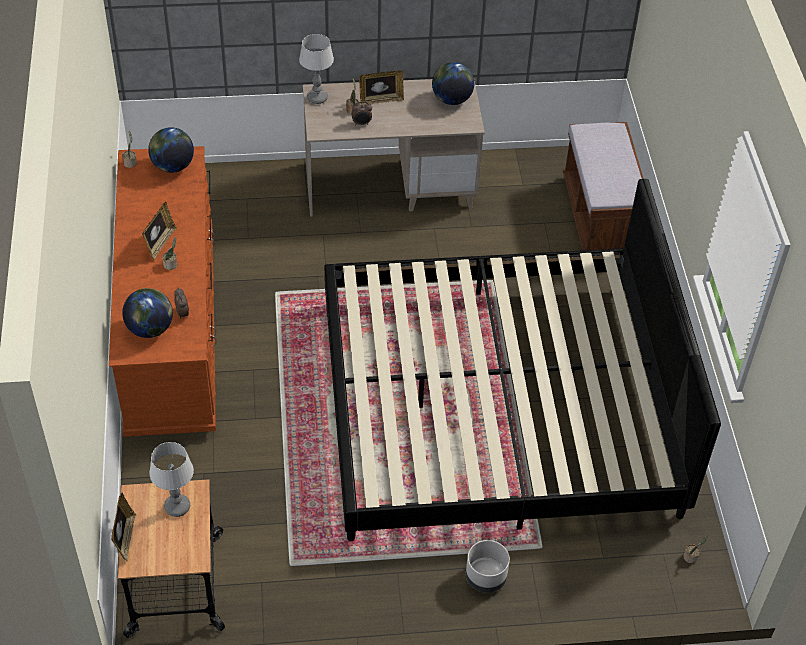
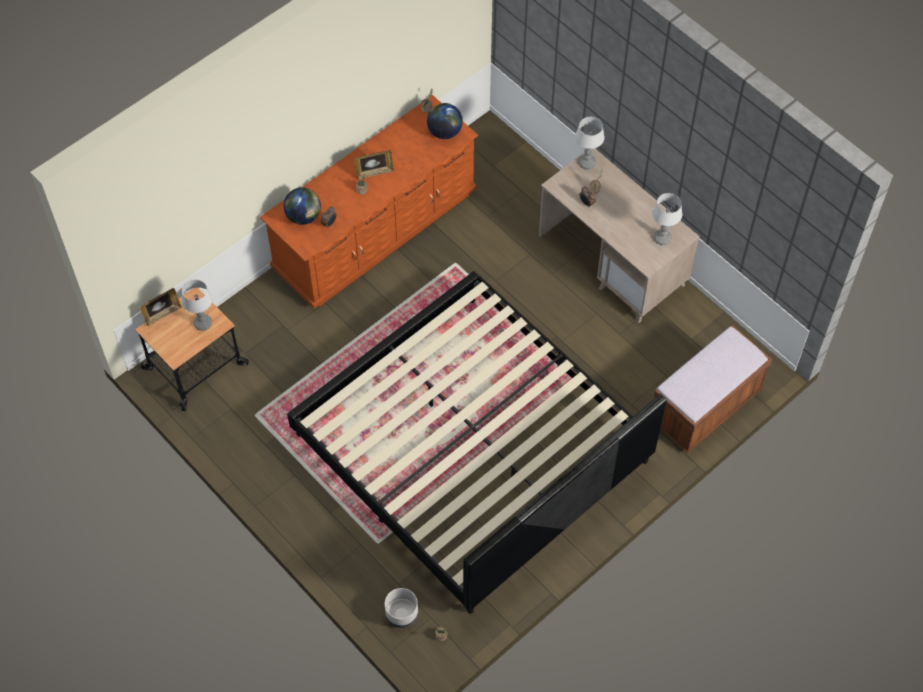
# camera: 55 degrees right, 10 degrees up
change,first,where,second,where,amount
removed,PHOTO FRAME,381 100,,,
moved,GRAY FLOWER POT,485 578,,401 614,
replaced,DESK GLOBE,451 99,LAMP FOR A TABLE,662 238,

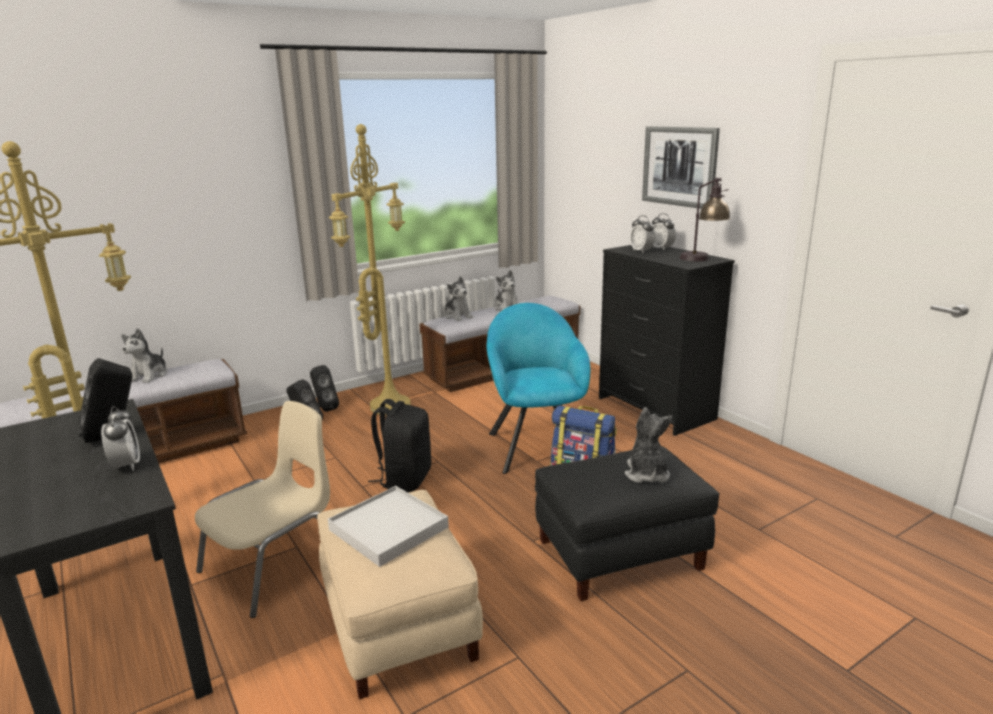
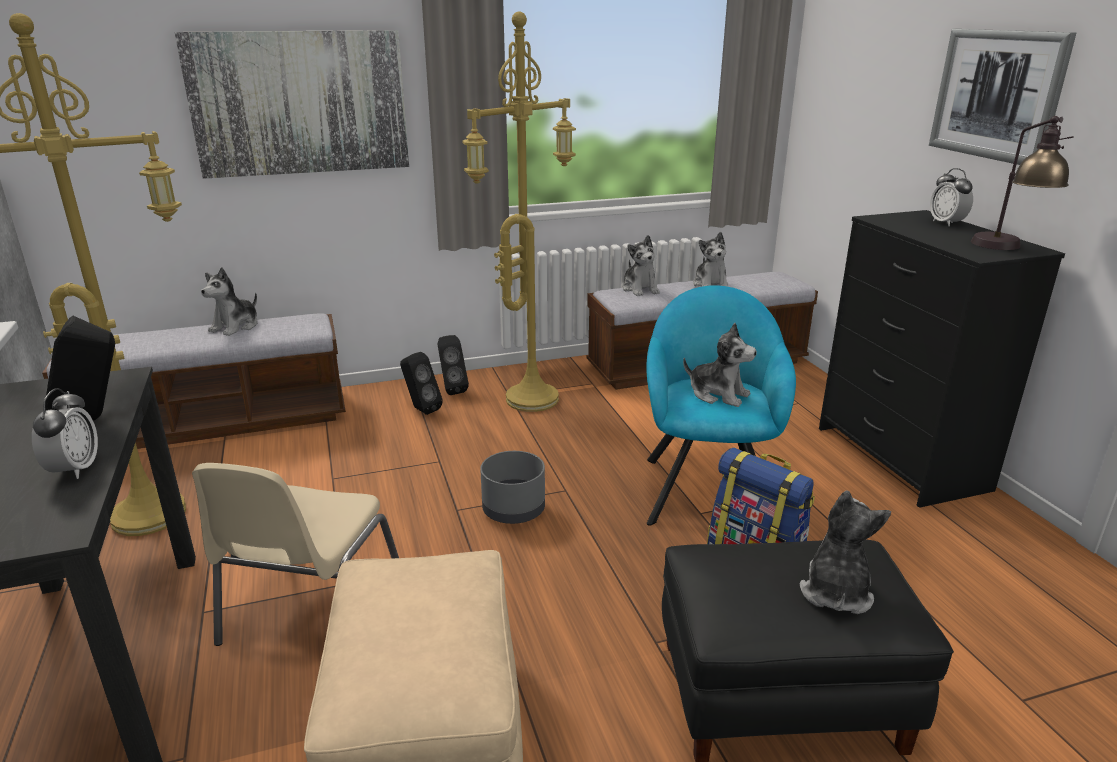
# camera: 15 degrees right, 5 degrees up
change,first,where,second,where,amount
removed,WHITE SERVING TRAY,388 528,,,
removed,TABLE CLOCK,641 251,,,
added,,,WALL PICTURE,300 103,
added,,,SOFT TOY,718 394,
replaced,BLACK RUCKSACK,404 479,GRAY FLOWER POT,513 510,
turned,SAND-COLOURED CHAIR,275 565,,309 606,135 degrees clockwise

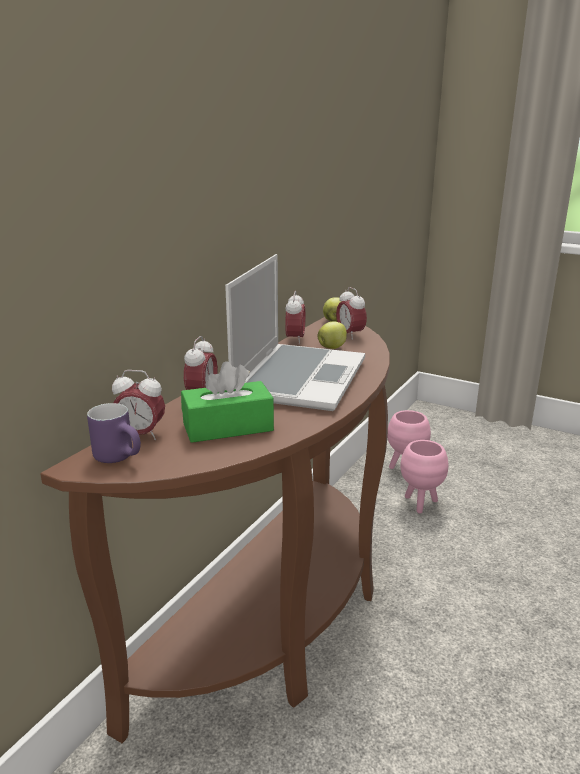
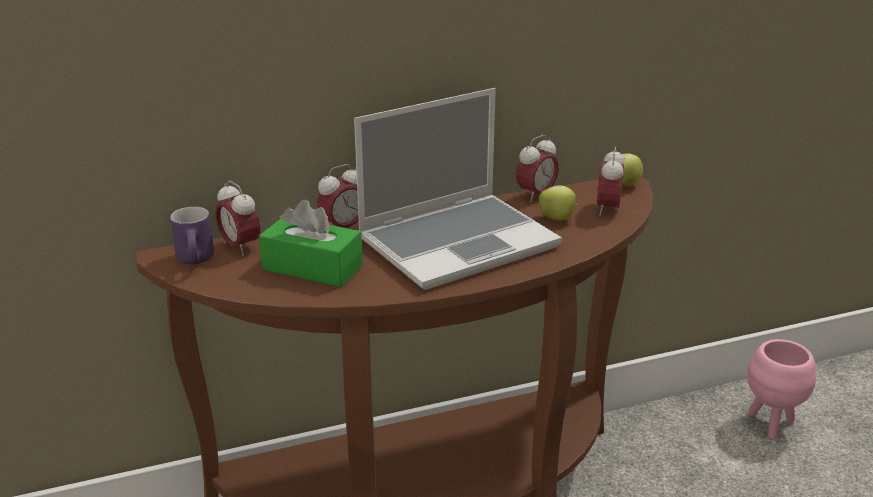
# camera: 40 degrees right, 5 degrees up
change,first,where,second,where,amount
removed,PINKISH FLOWER POT,420 503,,,

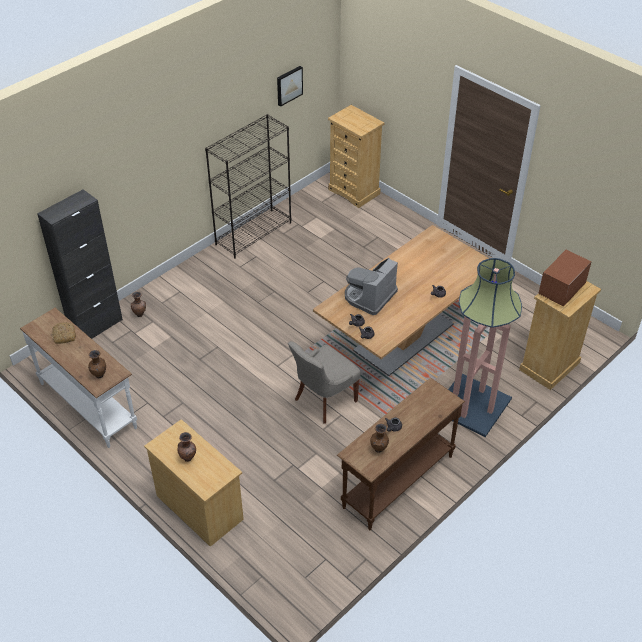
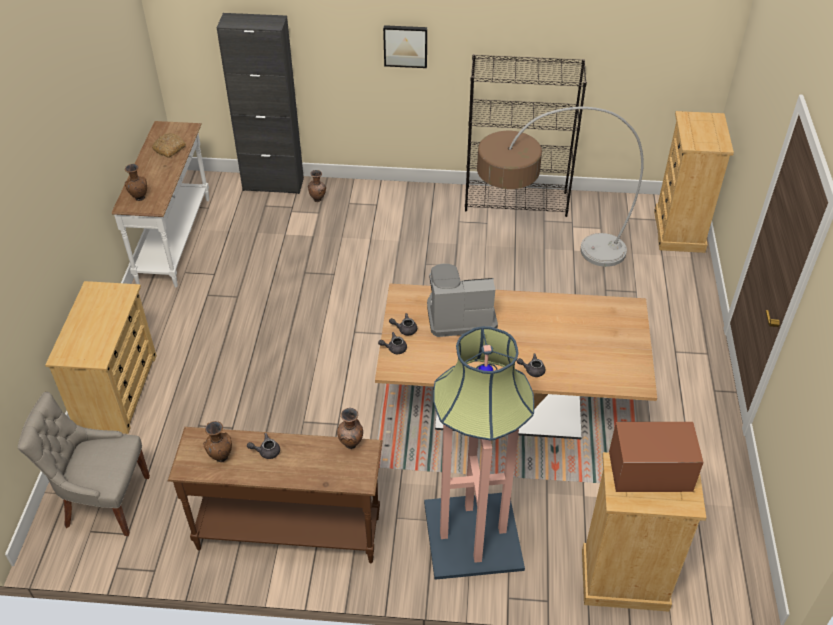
# camera: 50 degrees right, 0 degrees up
change,first,where,second,where,amount
added,,,STANDARD LAMP,543 260,
moved,BROWN FLOWER VASE,188 458,,351 445,
moved,WALL PICTURE,289 85,,405 45,
moved,GRAY CHAIR,324 400,,105 502,

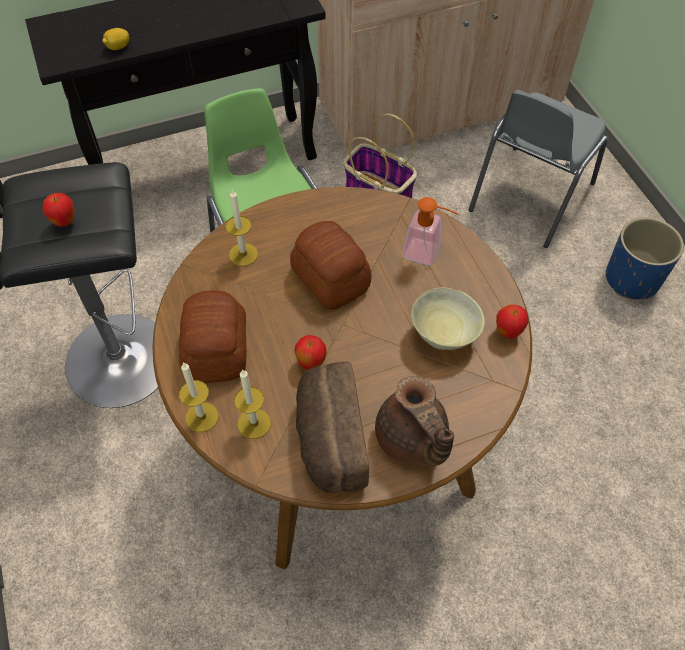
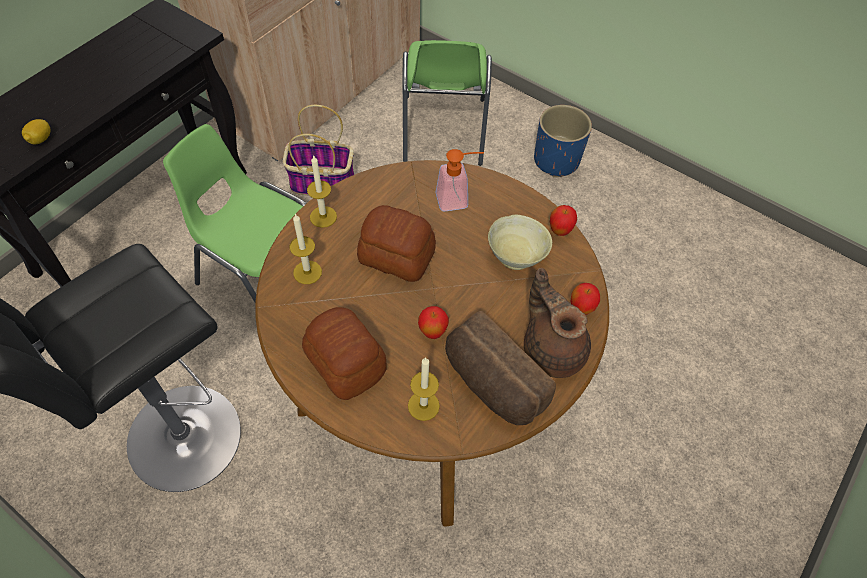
# camera: 35 degrees left, 0 degrees up
change,first,where,second,where,amount
moved,APPLE FRUIT,65 222,,581 309,
moved,WAX LIGHT,202 417,,323 216,
recoloured,GRAY CHAIR,529 197,GREENISH CHAIR,442 131,
turned,BROWN TEAPOT,412 440,,552 349,150 degrees counterclockwise

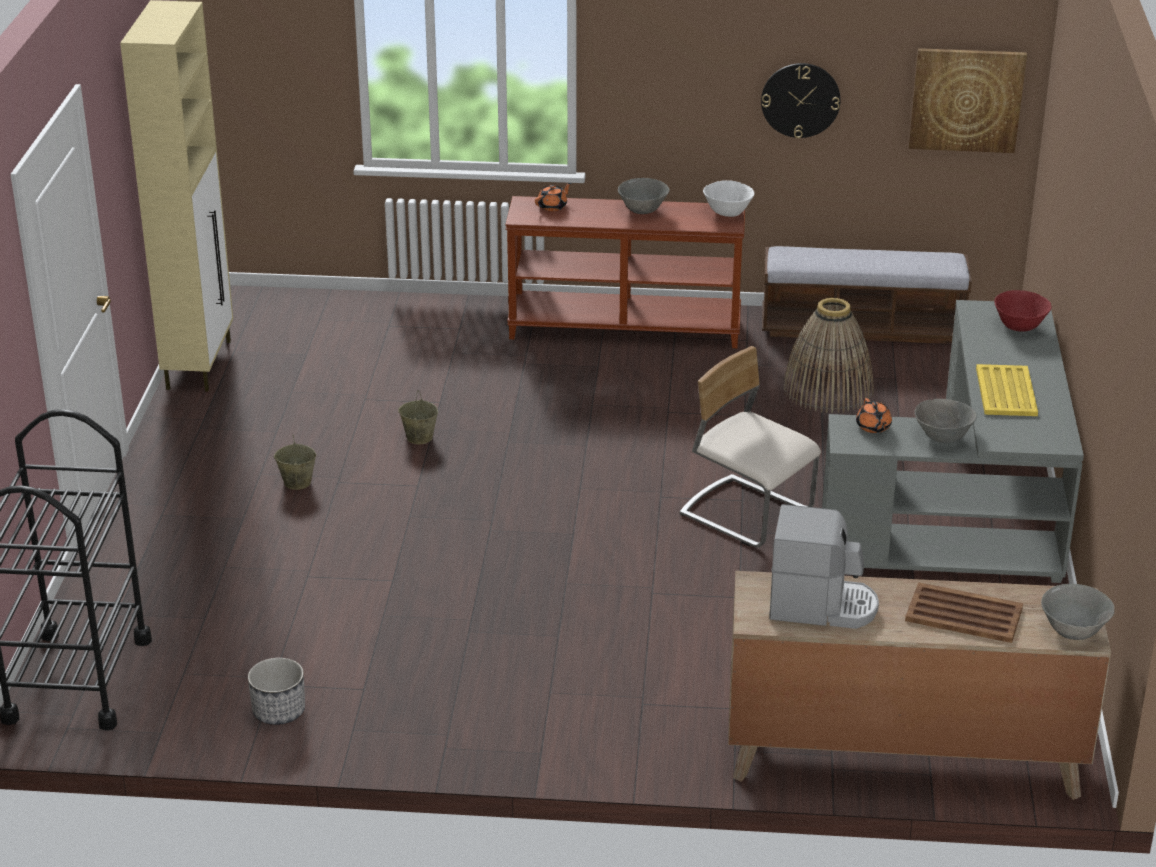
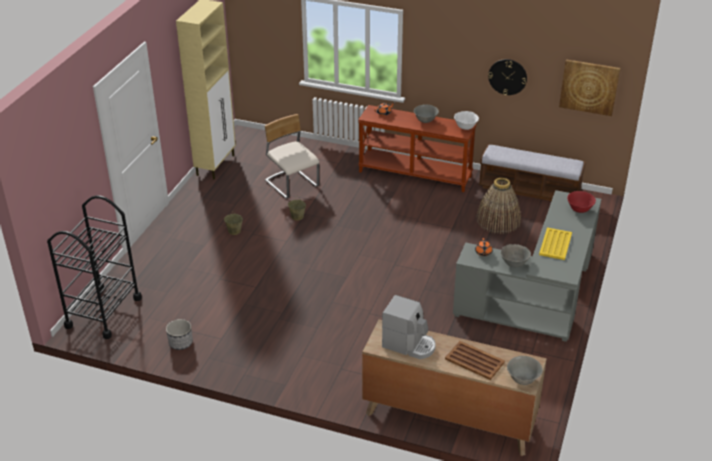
# camera: 15 degrees right, 5 degrees up
change,first,where,second,where,amount
moved,SAND-COLOURED CHAIR,747 513,,292 184,

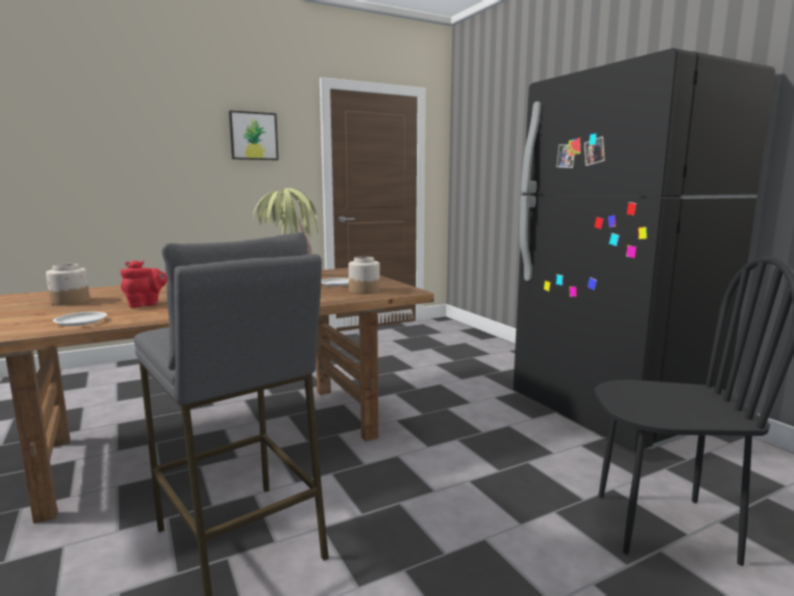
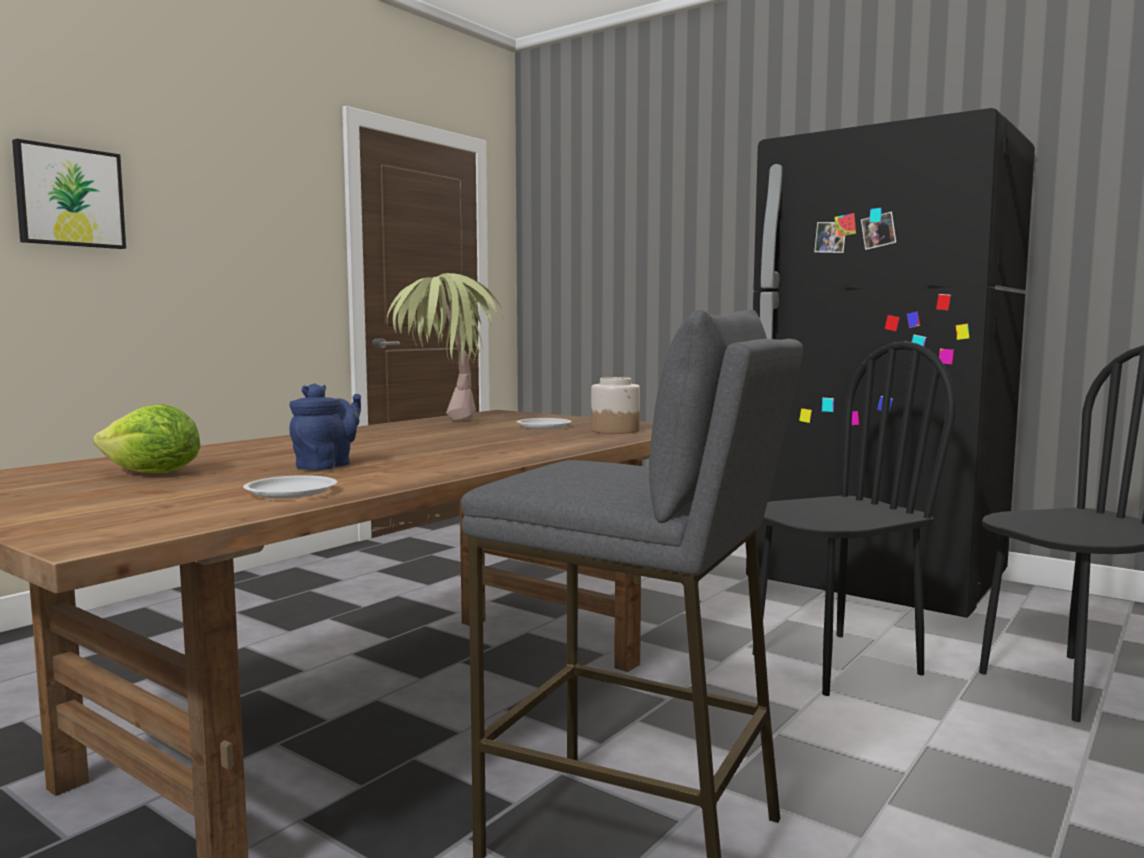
# camera: 25 degrees left, 5 degrees down
change,first,where,second,where,amount
added,,,BLACK CHAIR,834 663,
moved,WALL PICTURE,253 136,,69 197,
replaced,STORAGE JAR,70 302,LETTUCE HEAD,152 474,
recoloured,REDDISH TEAPOT,147 305,BLUE TEAPOT,327 466,

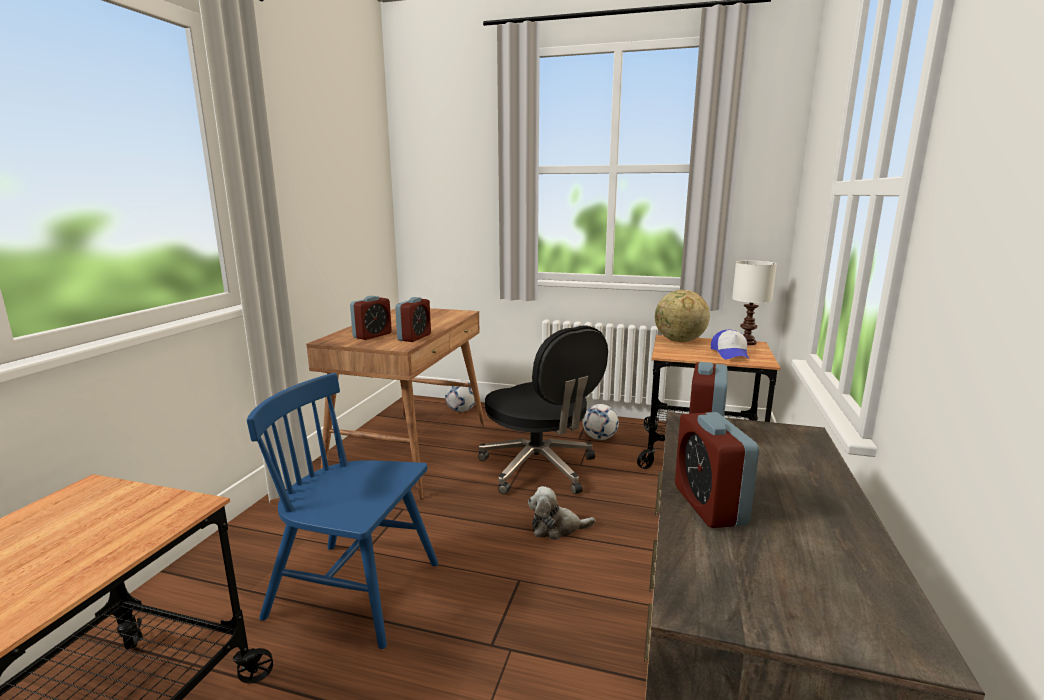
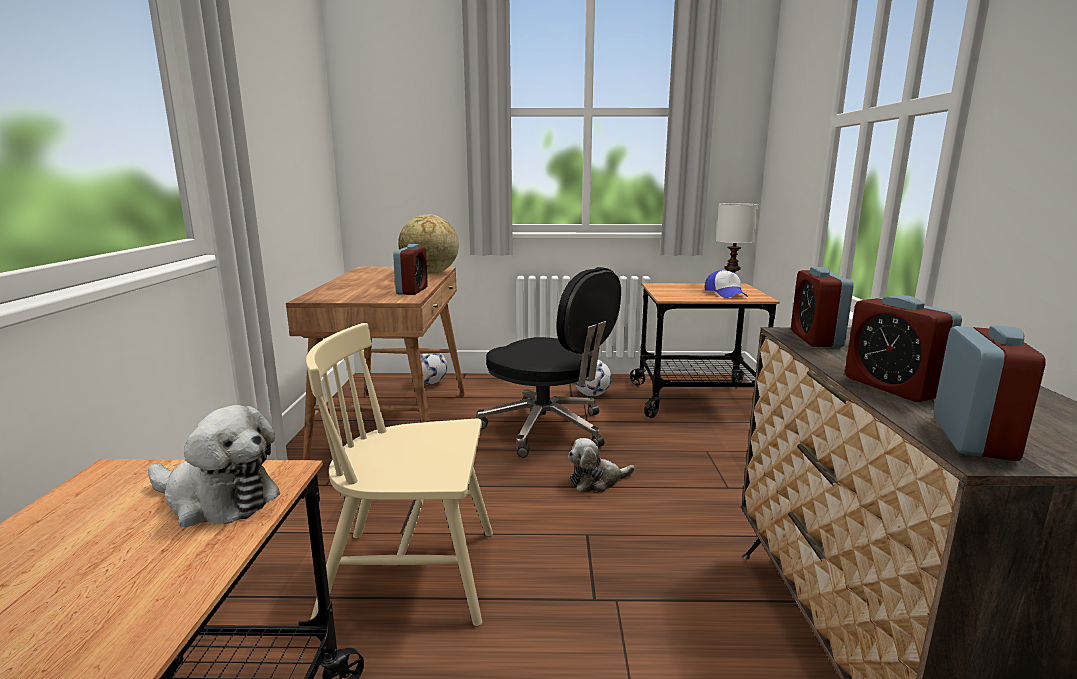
# camera: 15 degrees left, 0 degrees up
change,first,where,second,where,amount
added,,,SOFT TOY,217 500,
moved,TABLE CLOCK,372 335,,972 438,
moved,DESK GLOBE,679 341,,430 273,
recoloured,BLUE CHAIR,355 590,SAND-COLOURED CHAIR,412 574,

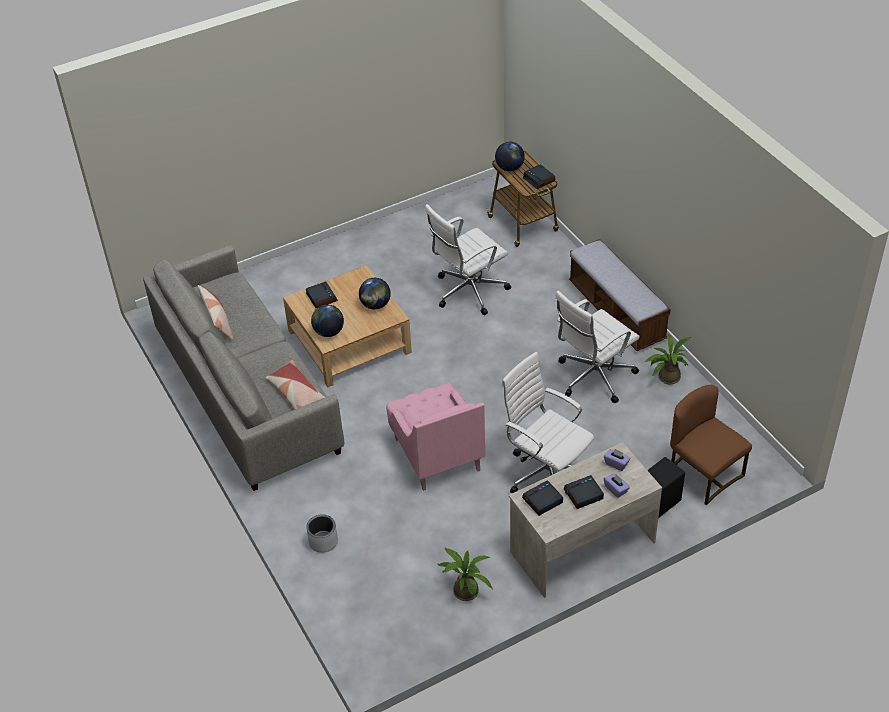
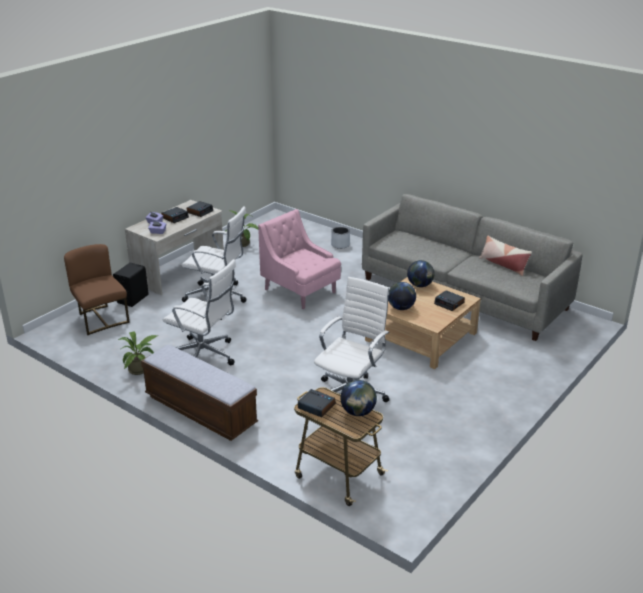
# camera: 155 degrees right, 15 degrees down
change,first,where,second,where,amount
removed,CUSHION,297 394,,,
turned,WHITE COMPUTER CHAIR,593 377,,204 356,90 degrees clockwise
turned,BROWN CHAIR,704 473,,101 319,150 degrees counterclockwise

